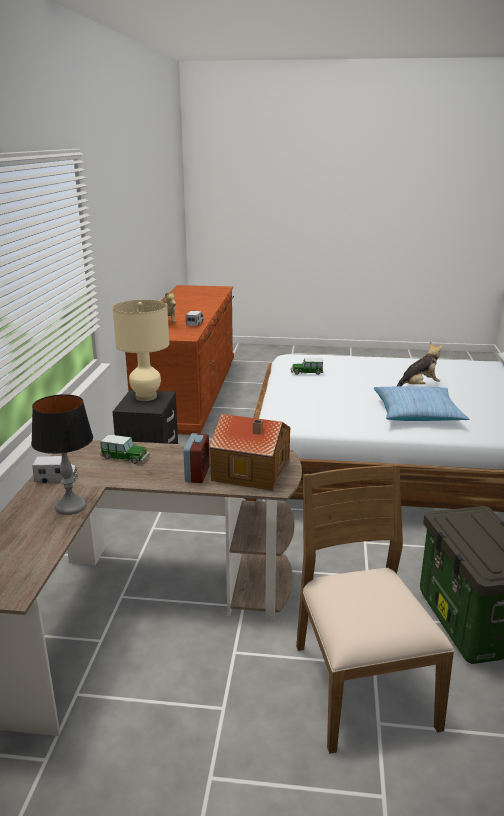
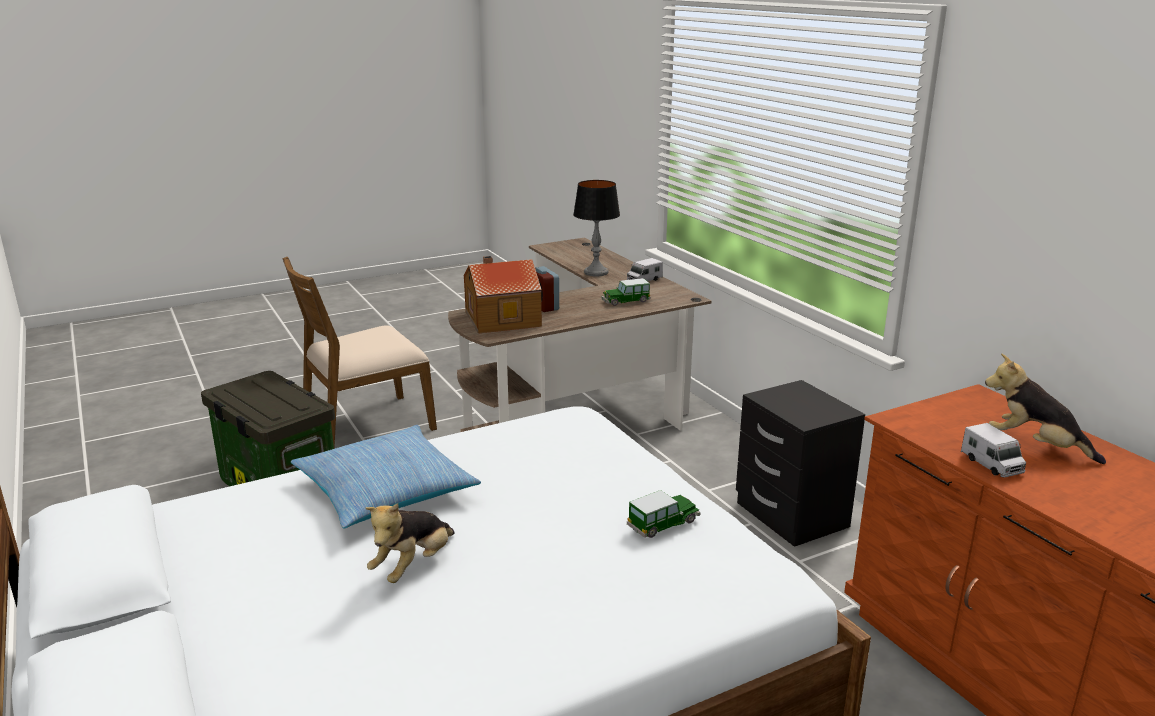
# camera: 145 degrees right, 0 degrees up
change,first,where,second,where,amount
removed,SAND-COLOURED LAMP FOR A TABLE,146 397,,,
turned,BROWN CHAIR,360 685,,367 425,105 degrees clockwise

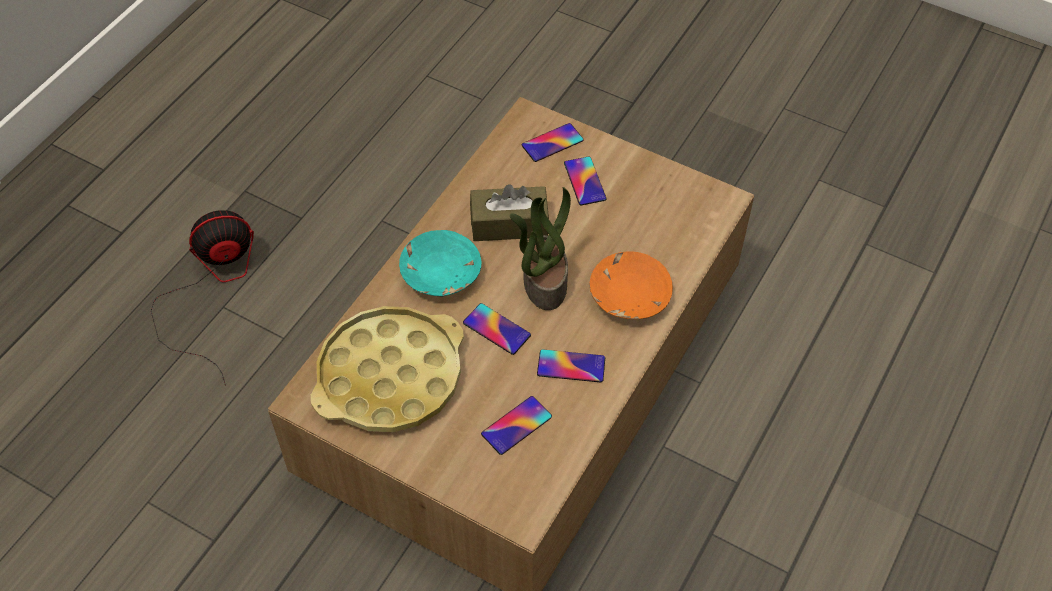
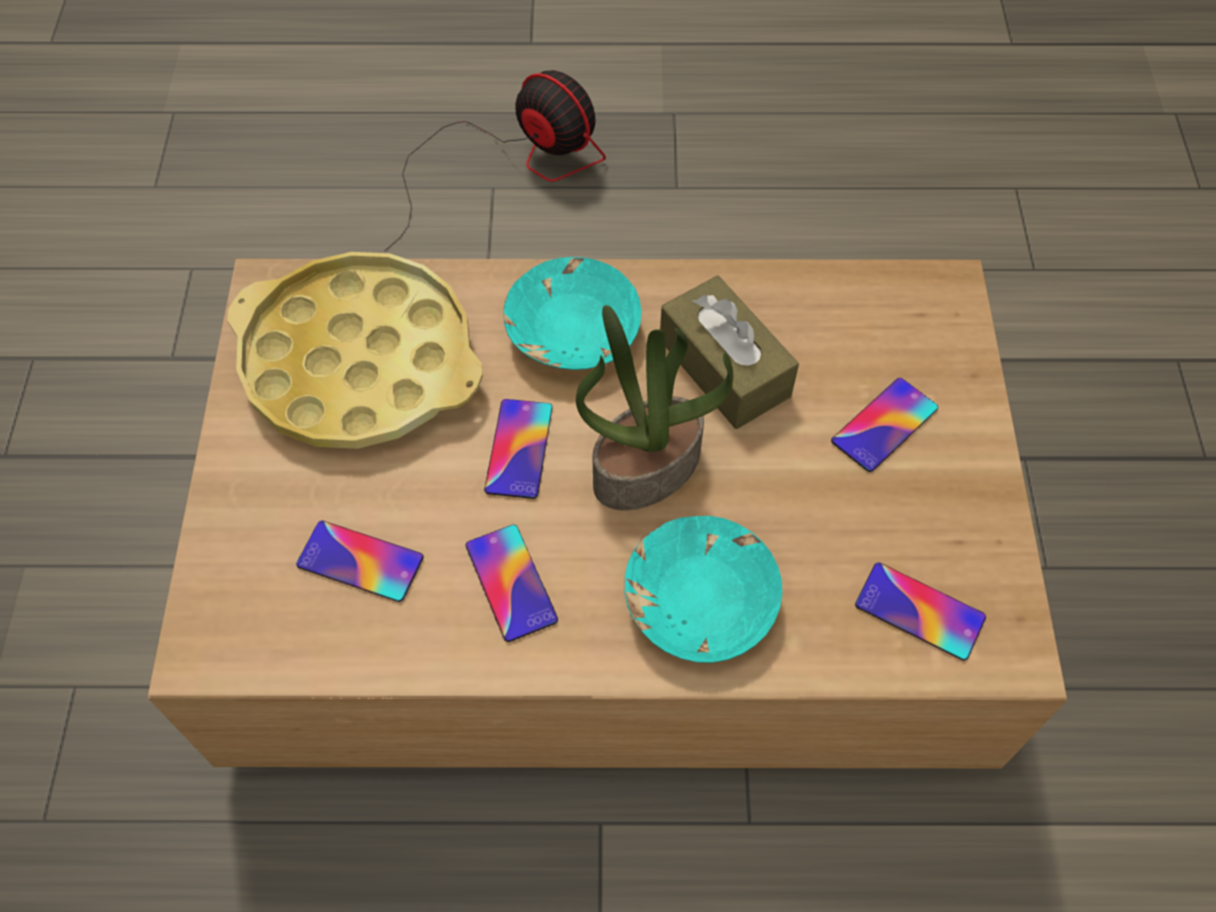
# camera: 60 degrees right, 5 degrees up
change,first,where,second,where,amount
moved,HANDSET,552 143,,919 611,
recoloured,ORANGE-COLOURED DEEP DISH,628 296,BLUE-GREEN DEEP DISH,699 599,

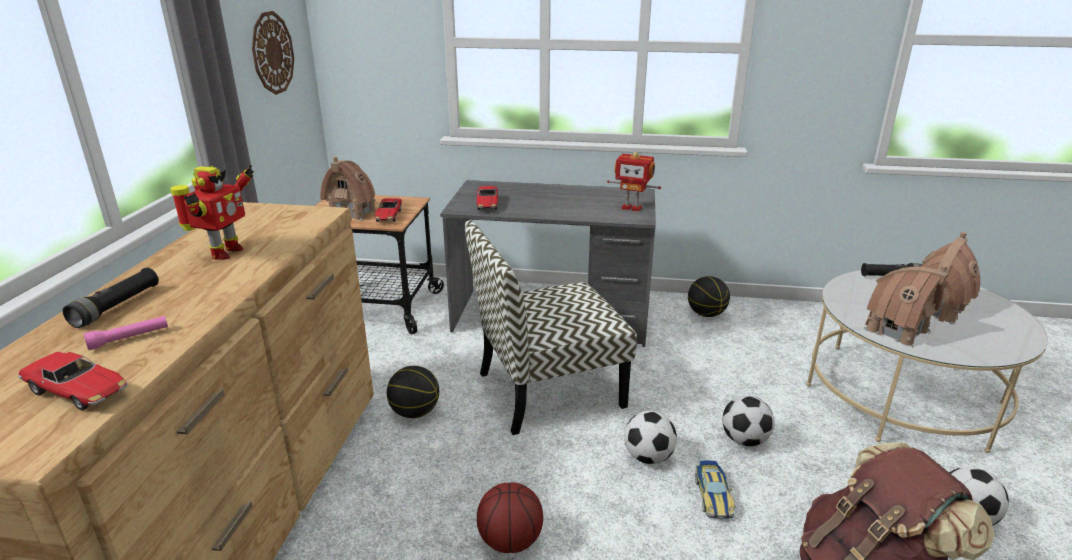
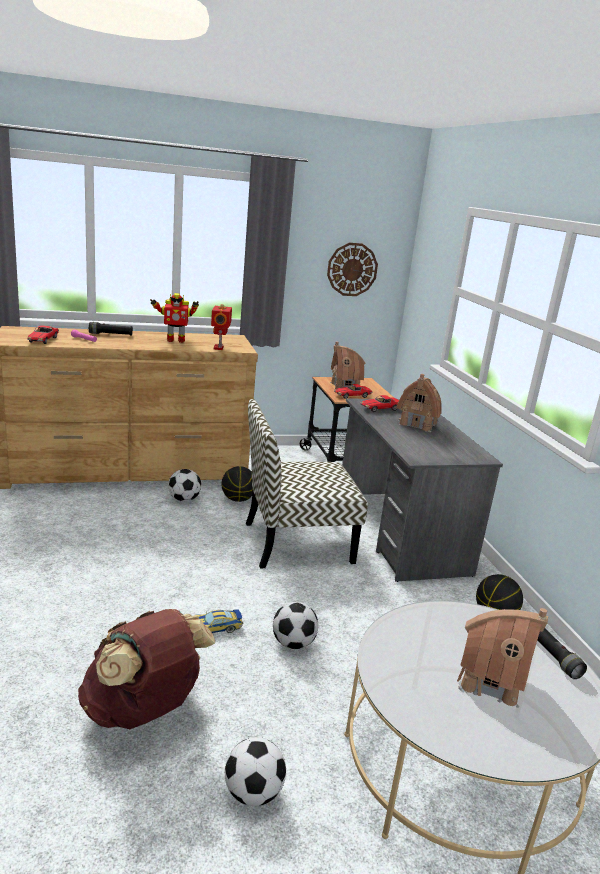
# camera: 65 degrees right, 5 degrees down
change,first,where,second,where,amount
removed,BALL FOR BASKETBALL,510 540,,,
moved,TOY ROBOT,631 208,,219 348,
moved,FOOTBALL BALL,648 457,,184 500,
moved,TOY HOUSE,897 330,,418 424,
turned,CHAIR,548 390,,296 543,60 degrees counterclockwise

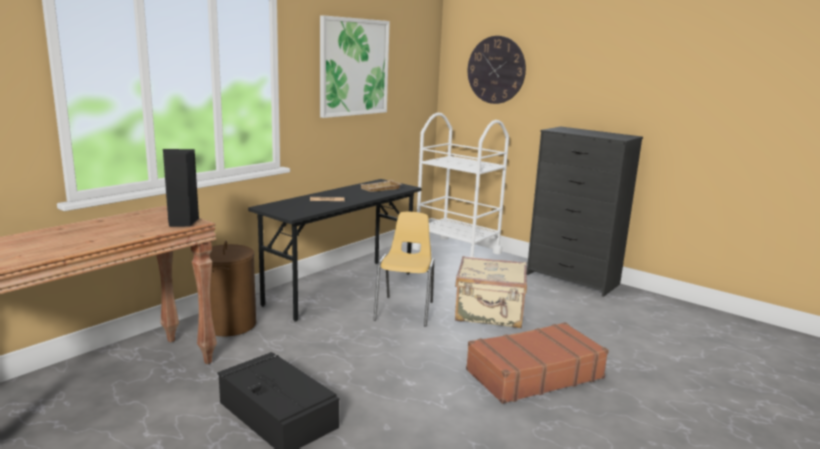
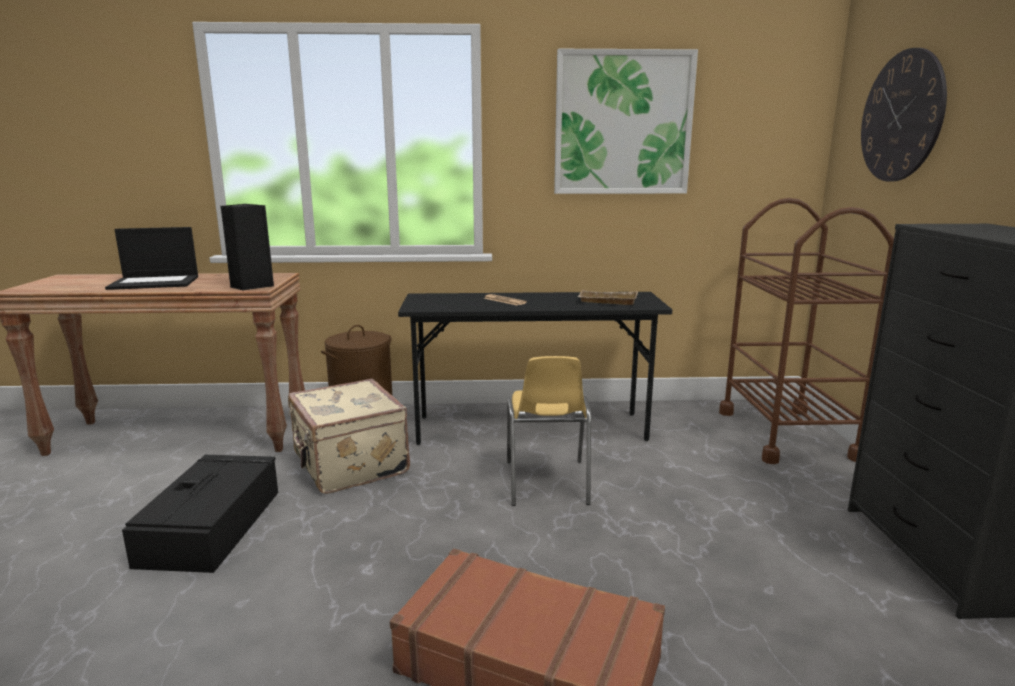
# camera: 50 degrees right, 0 degrees up
change,first,where,second,where,amount
added,,,PORTABLE COMPUTER,156 282,
moved,SAND-COLOURED TRAVEL CASE,489 314,,349 465,
recoloured,WHITE WHEELED CART,457 251,BROWN WHEELED CART,786 434,
turned,YELLOW-COLOURED CHAIR,405 311,,546 483,120 degrees clockwise

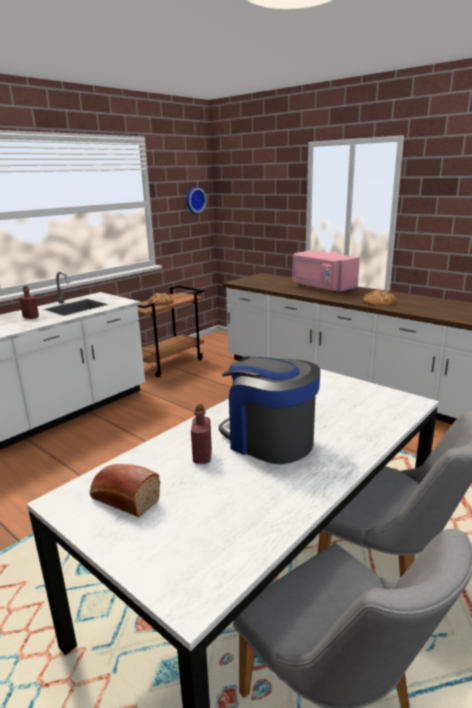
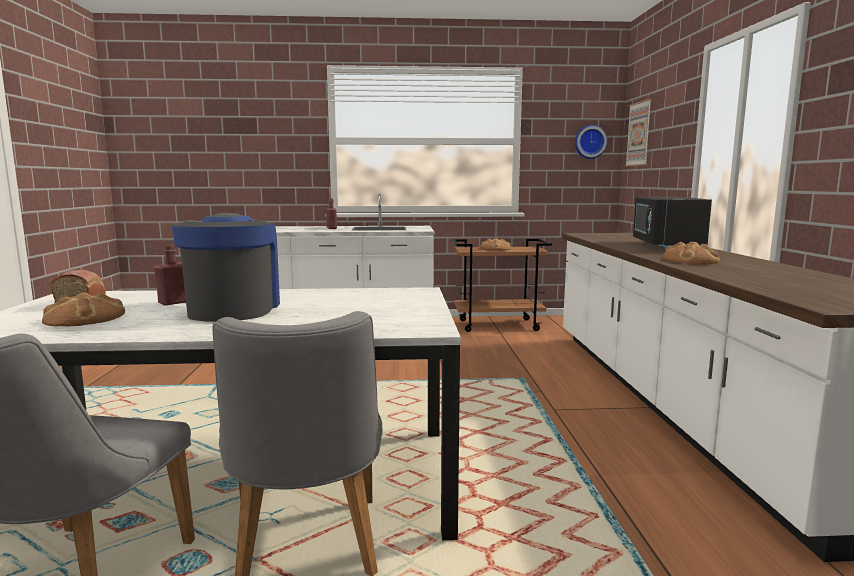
# camera: 45 degrees right, 10 degrees down
change,first,where,second,where,amount
added,,,BAKERY BREAD,84 318,
added,,,WALL PICTURE,639 134,
recoloured,PINKISH MICROWAVE,322 287,BLACK MICROWAVE,665 245,

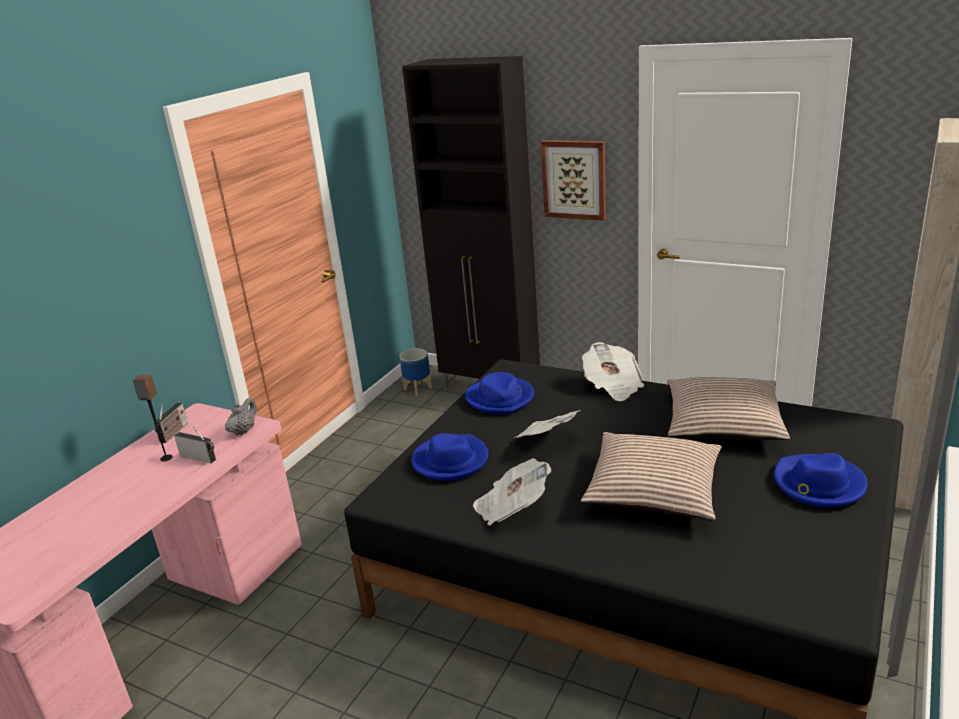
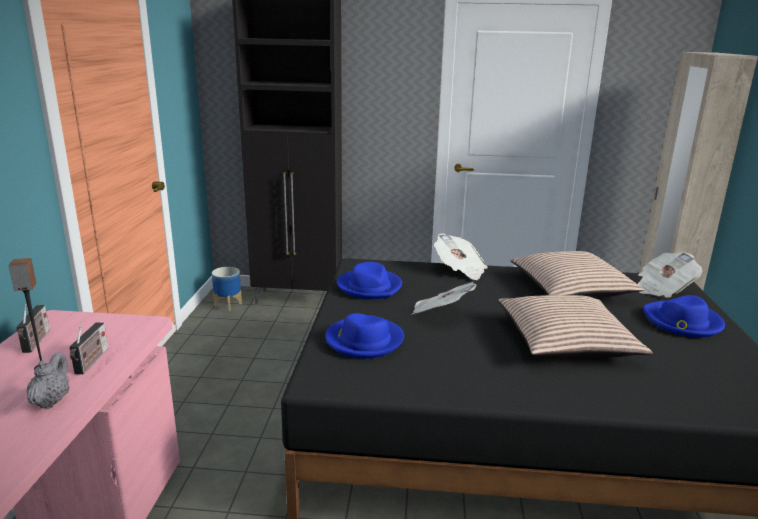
# camera: 25 degrees left, 5 degrees down
change,first,where,second,where,amount
removed,WALL PICTURE,574 179,,,
moved,GRAY TEAPOT,244 431,,52 401,
moved,NEWSPAPER,512 508,,662 289,
turned,RADIO RECEIVER,200 458,,91 362,90 degrees clockwise

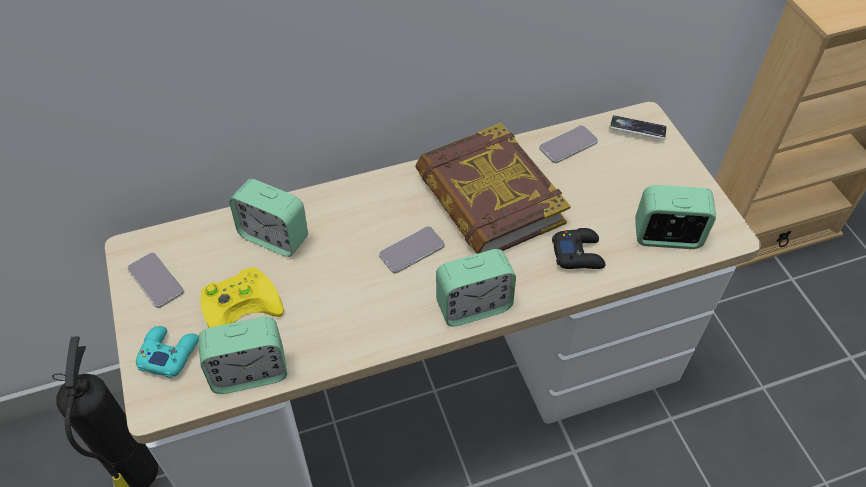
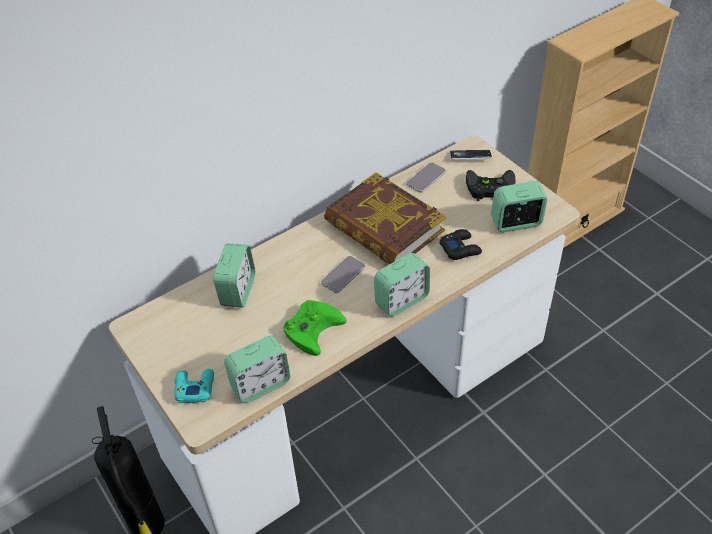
# camera: 15 degrees left, 5 degrees down
change,first,where,second,where,amount
removed,HANDSET,156 280,,,
removed,YELLOW-COLOURED GAMEPAD,242 303,,,
added,,,GREENISH GAMEPAD,312 327,
added,,,BLACK GAMEPAD,489 188,
turned,TABLE CLOCK,274 237,,238 291,90 degrees counterclockwise

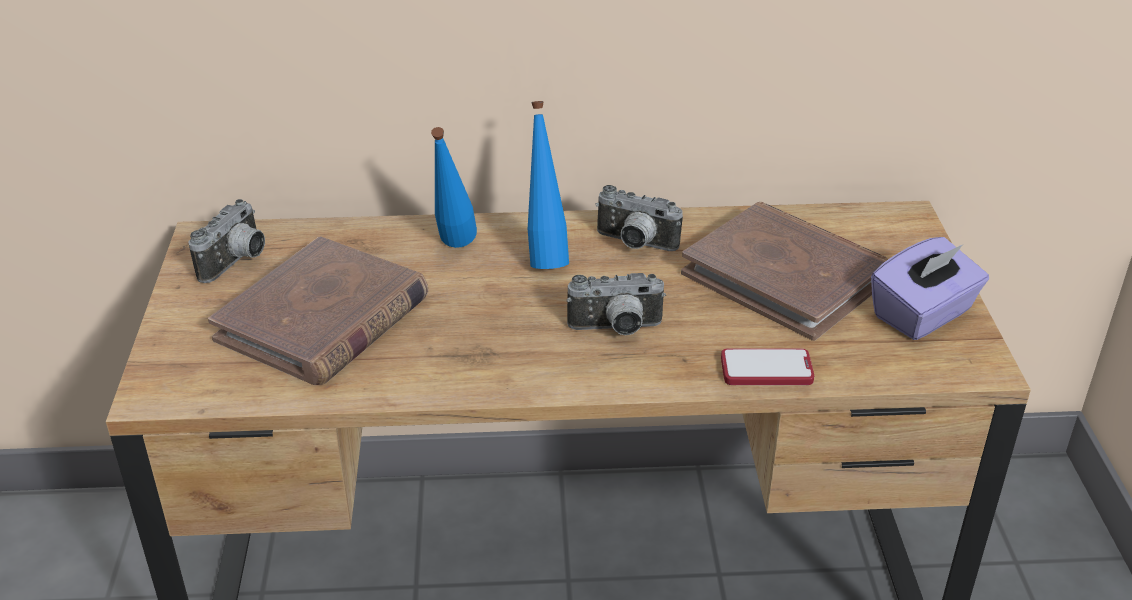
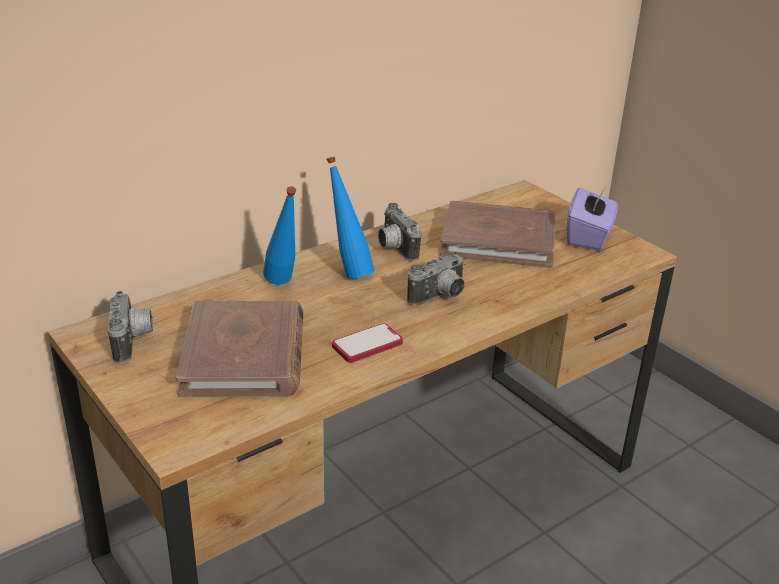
# camera: 35 degrees left, 5 degrees down
change,first,where,second,where,amount
moved,HANDSET,766 369,,367 345,
turned,PHOTO CAMERA,634 244,,394 248,75 degrees clockwise

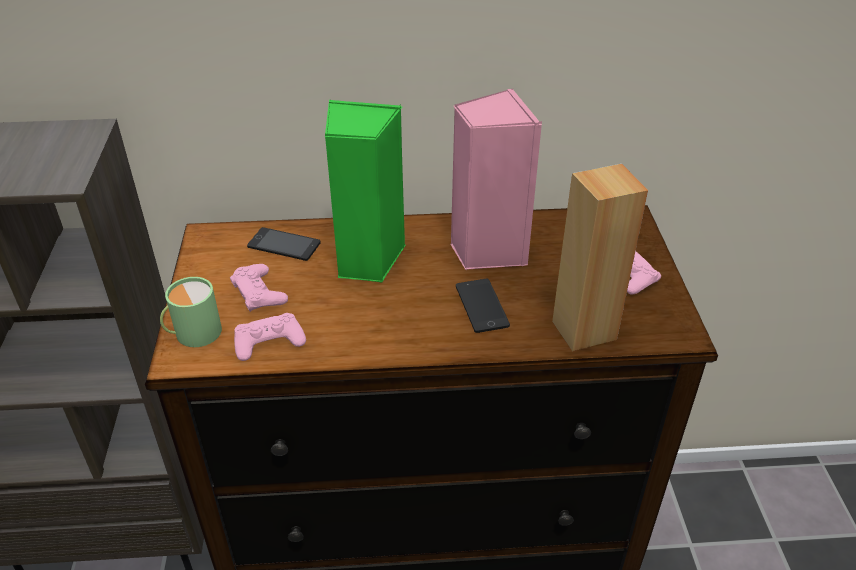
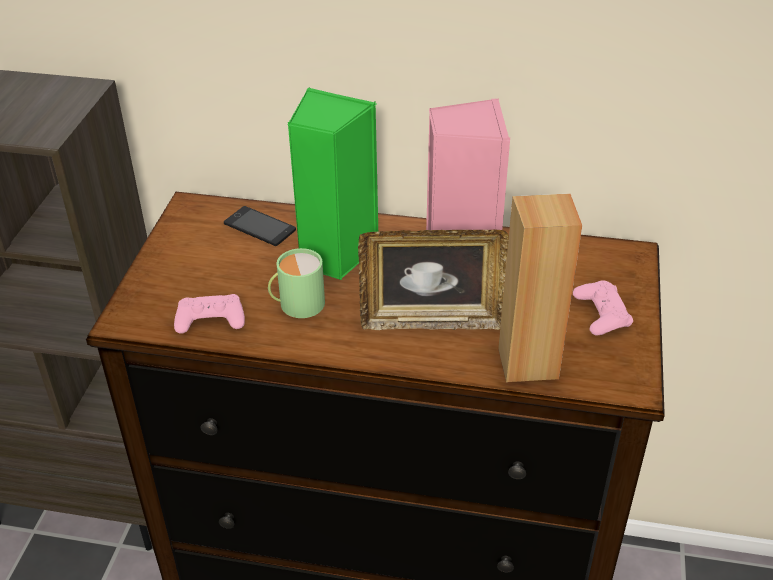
# camera: 15 degrees right, 0 degrees up
change,first,where,second,where,amount
removed,PINKISH GAMEPAD,259 292,,,
moved,GREENISH TEA MUG,193 333,,297 303,
replaced,HANDSET,481 306,PHOTO FRAME,431 320,

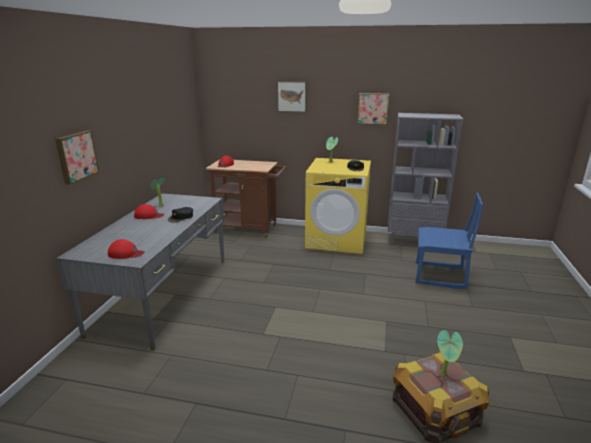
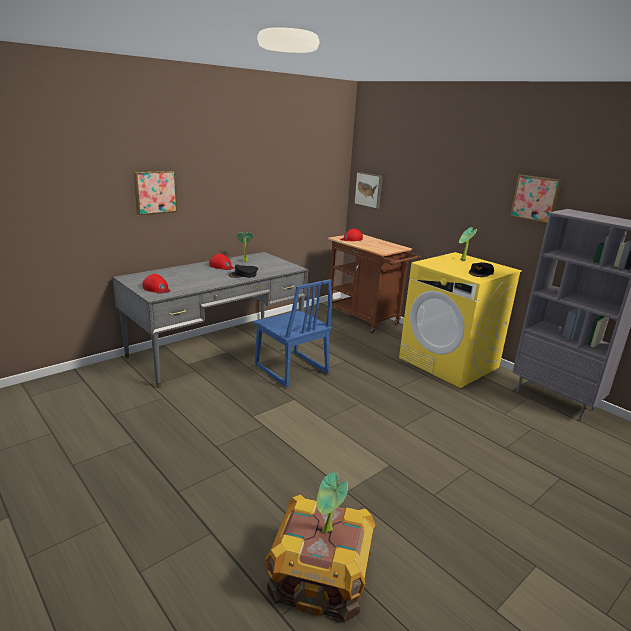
# camera: 35 degrees right, 0 degrees up
change,first,where,second,where,amount
moved,WALL PICTURE,292 96,,369 190,
moved,BLUE CHAIR,440 276,,290 370,

